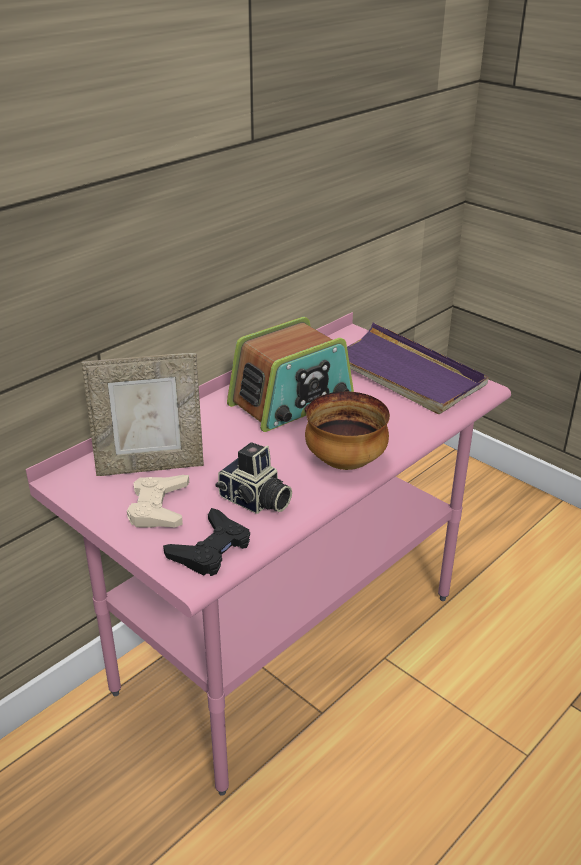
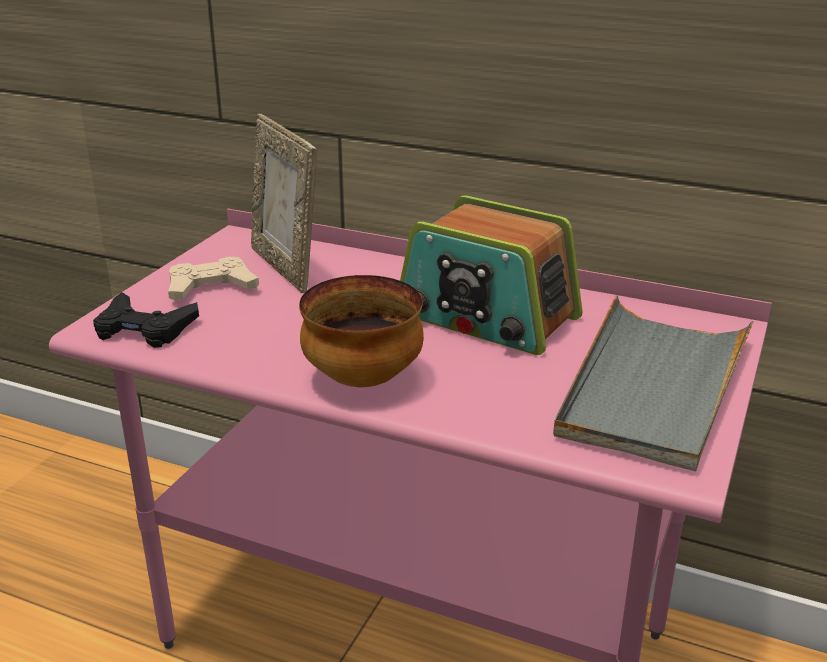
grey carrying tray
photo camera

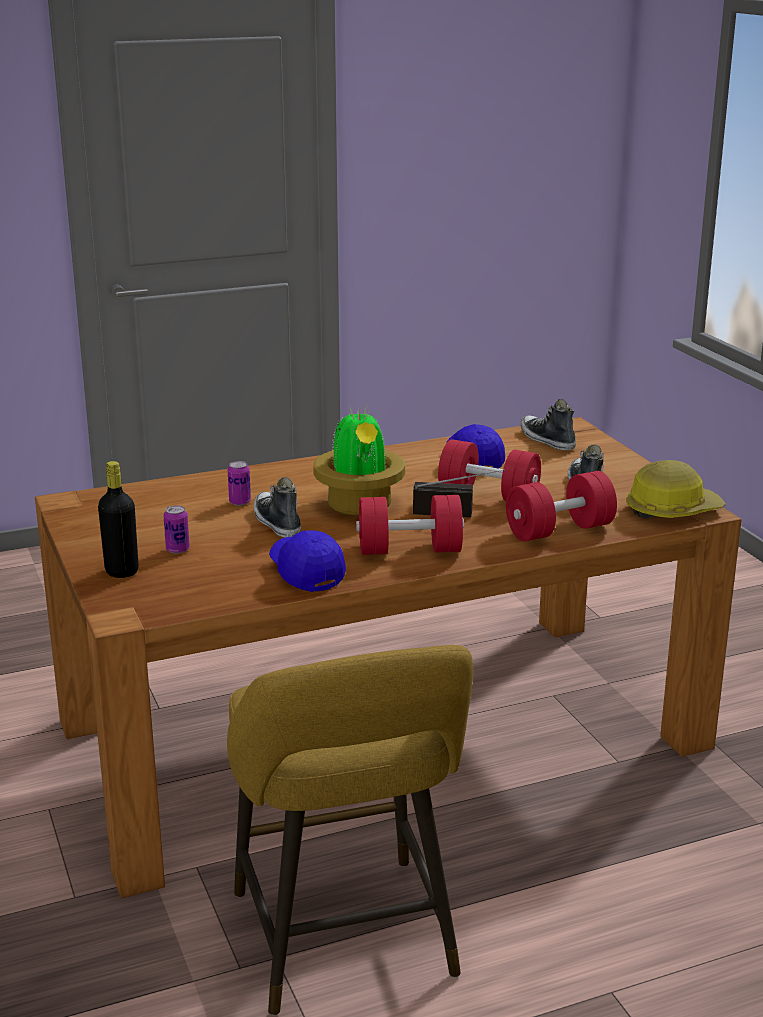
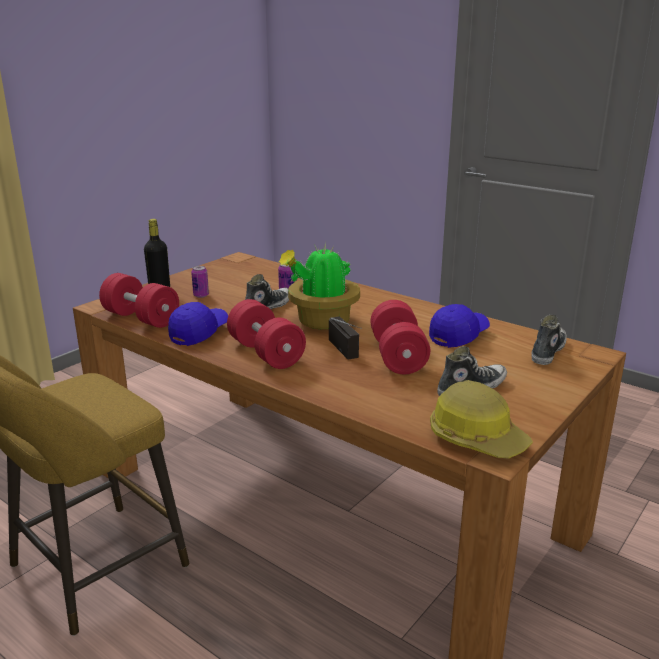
red dumbbell (1st from left)

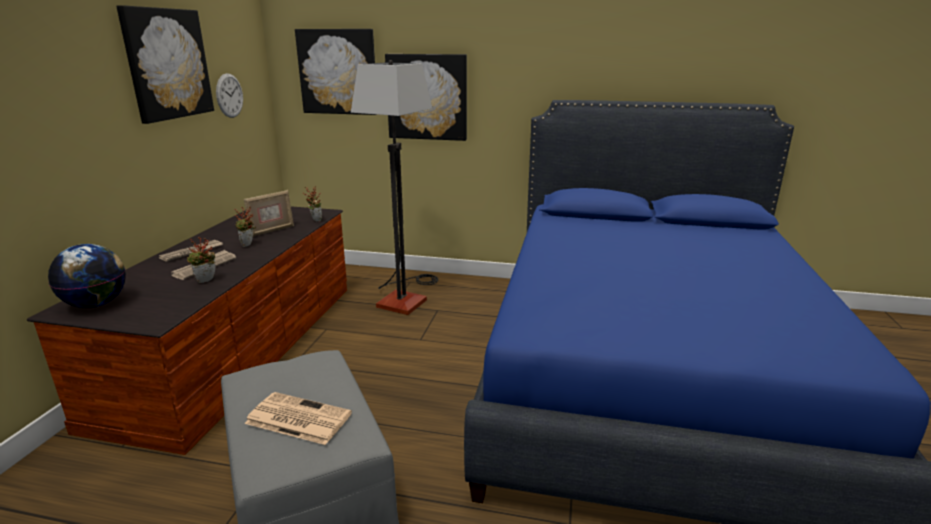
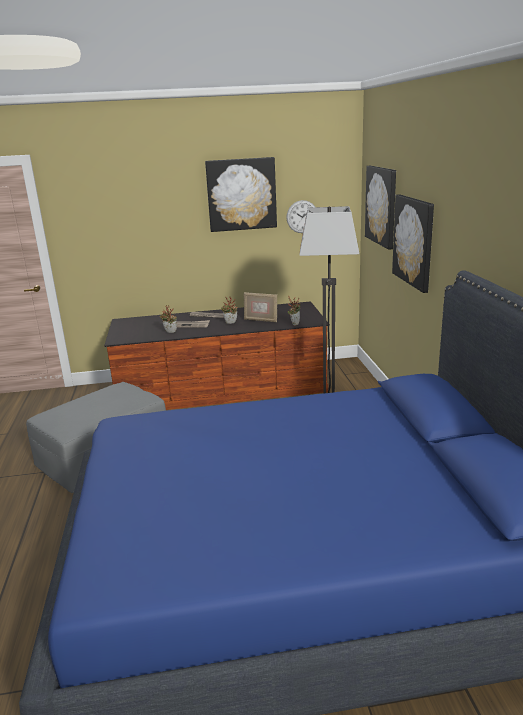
world globe
printed paper (3rd from left in the first image)

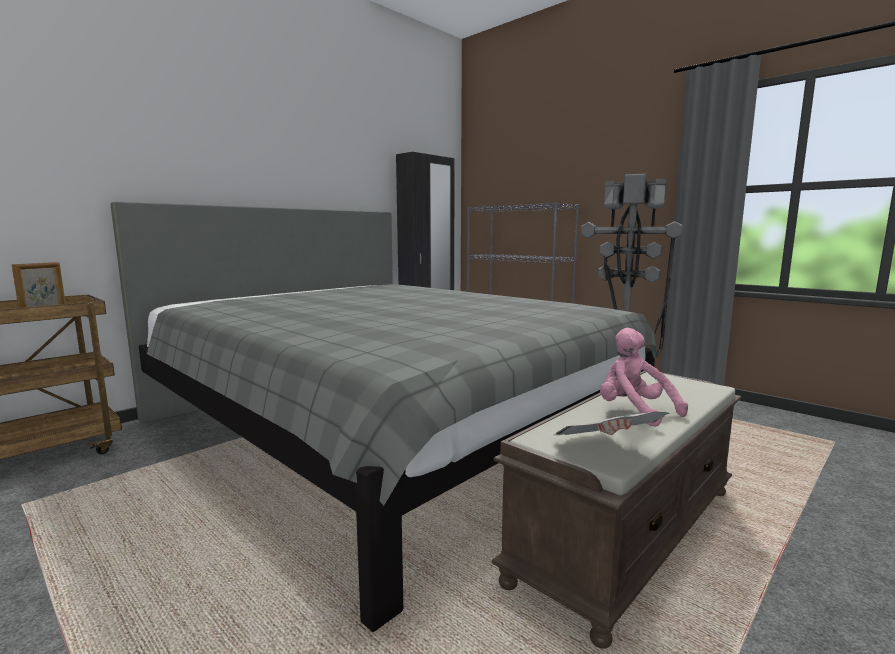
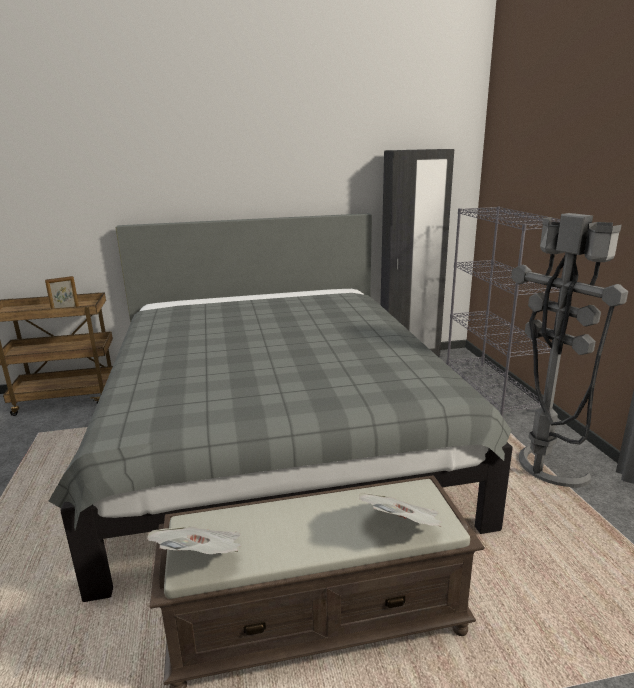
printed paper (2nd from left)
pinkish cuddly toy

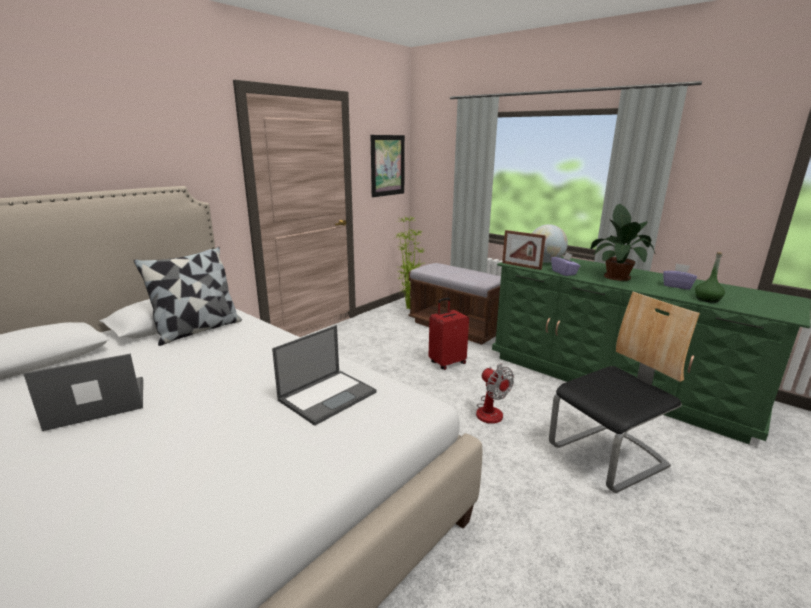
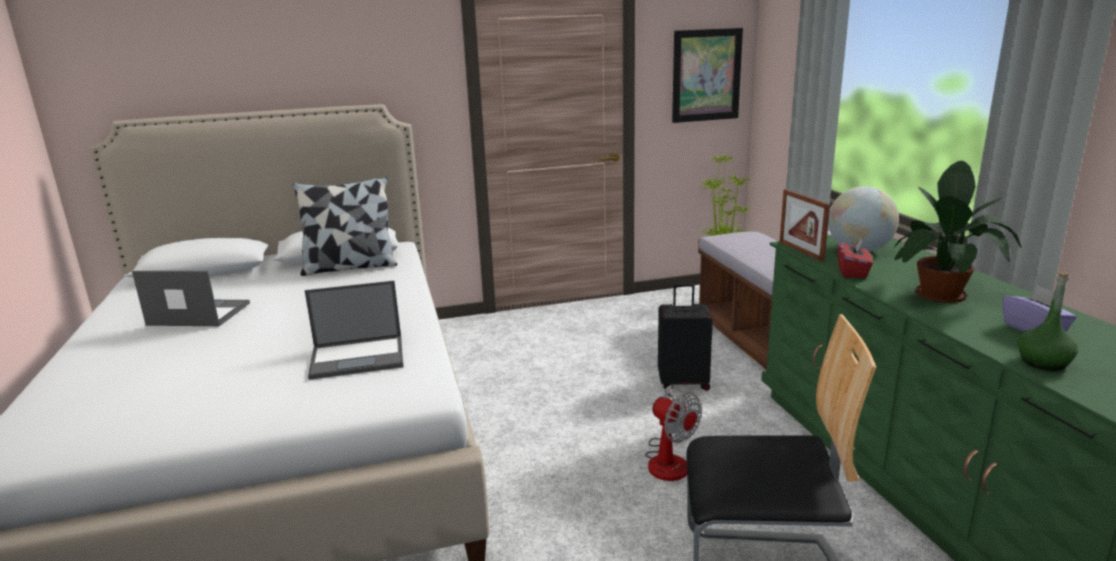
cooling fan
black-coloured suitcase
red box of tissues

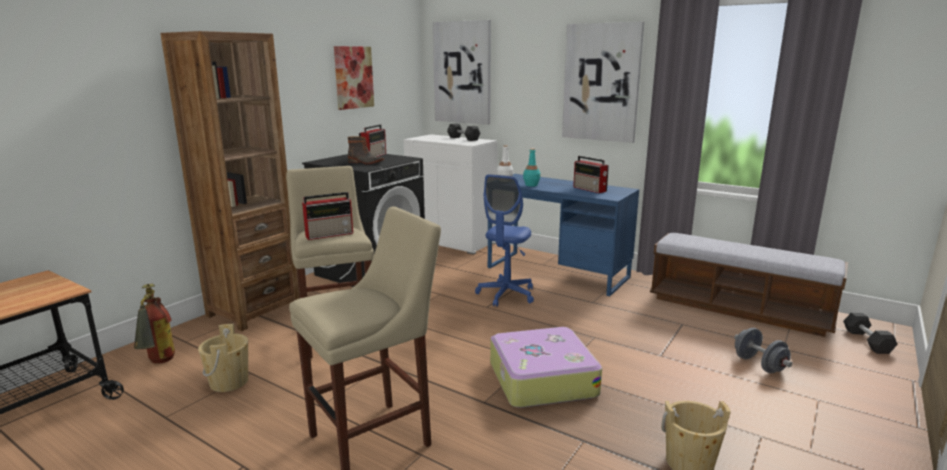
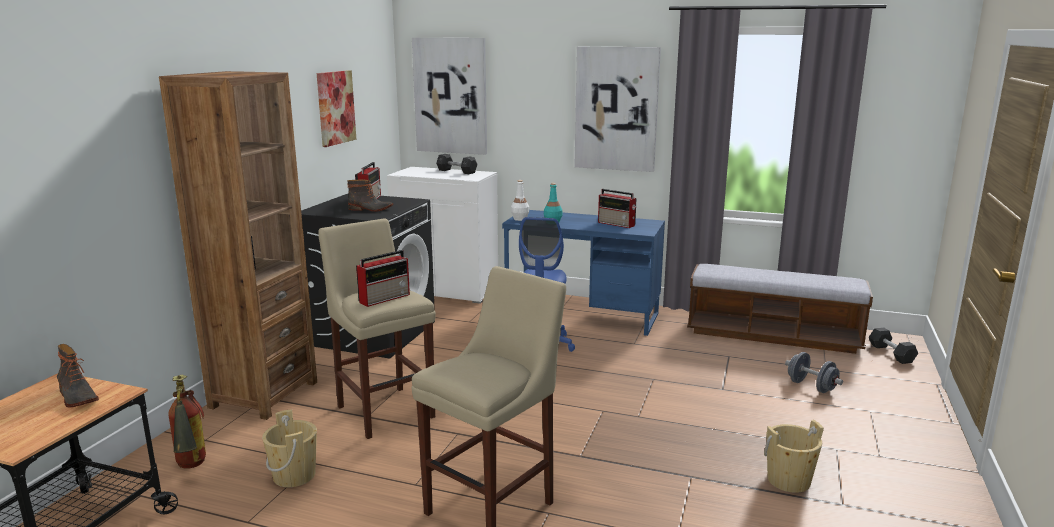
boot (1st from left)
suitcase

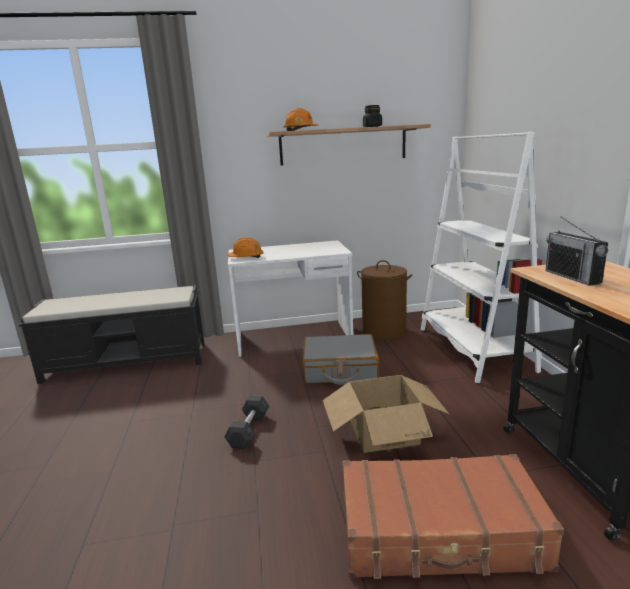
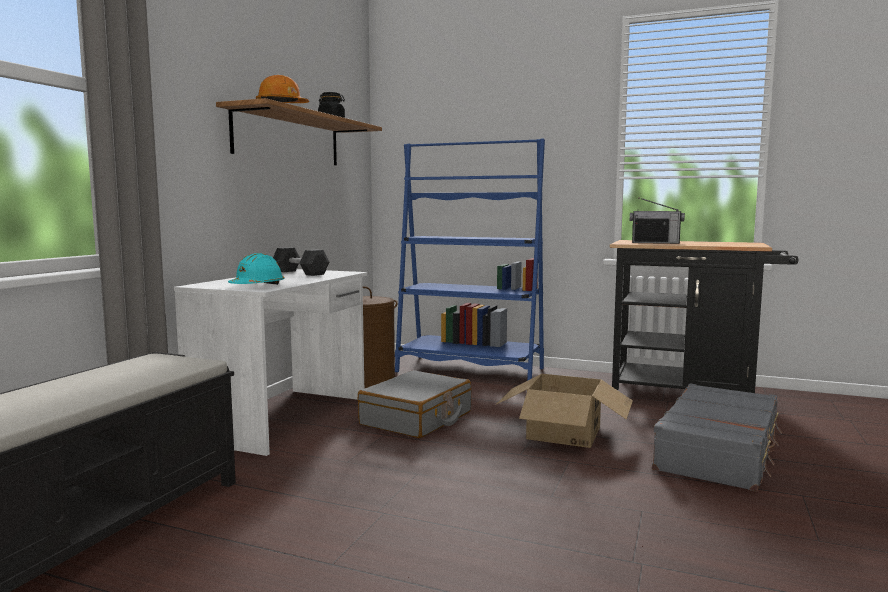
turquoise-coloured work helmet
grey dumbbell
blue-coloured shelving unit
grey suitcase (2nd from left)

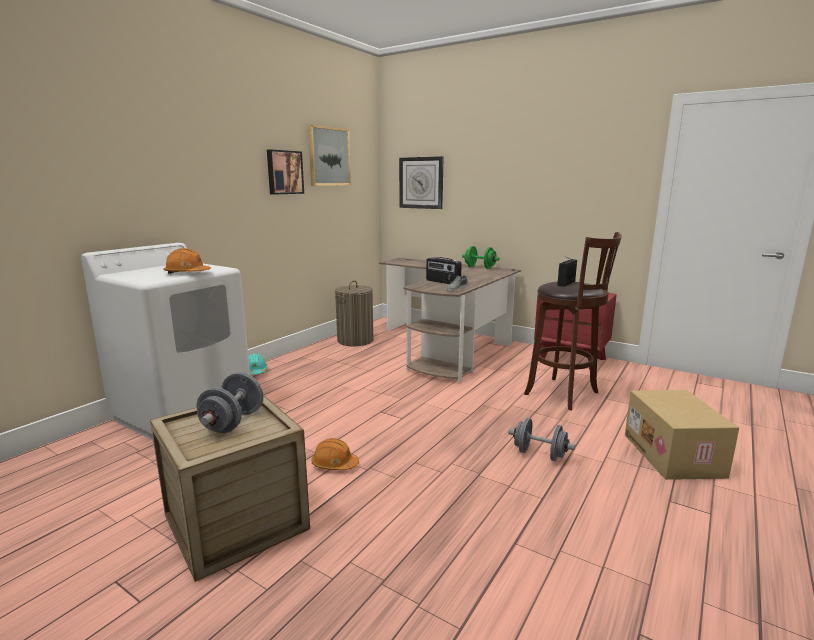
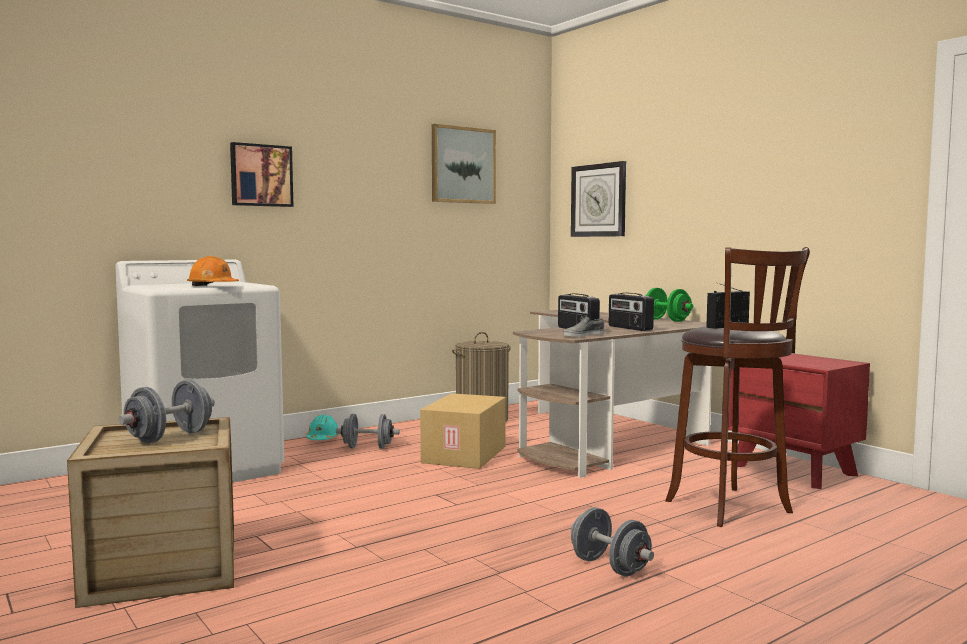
picture (1st from left)
grey dumbbell (2nd from left)
carton
radio (2nd from left)
orange-coloured work helmet (2nd from left in the first image)

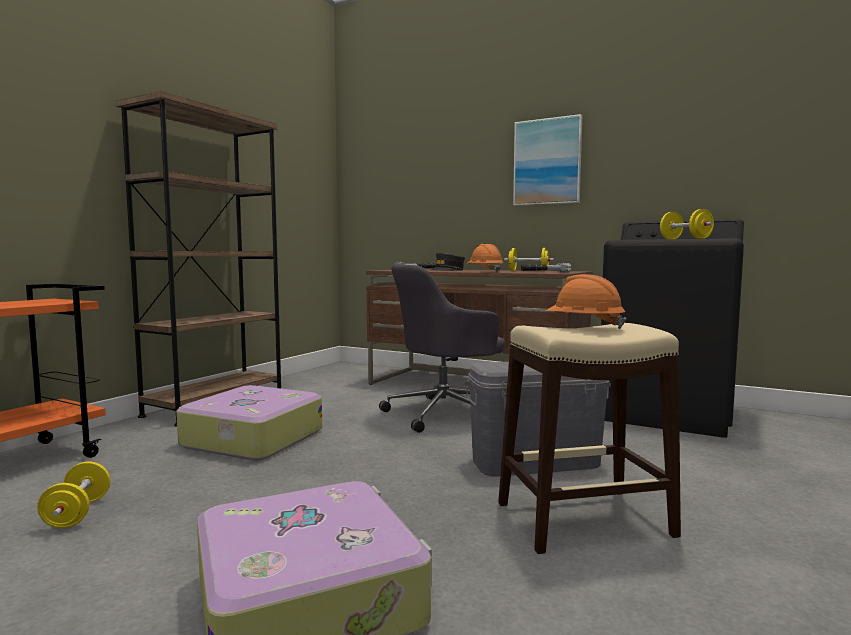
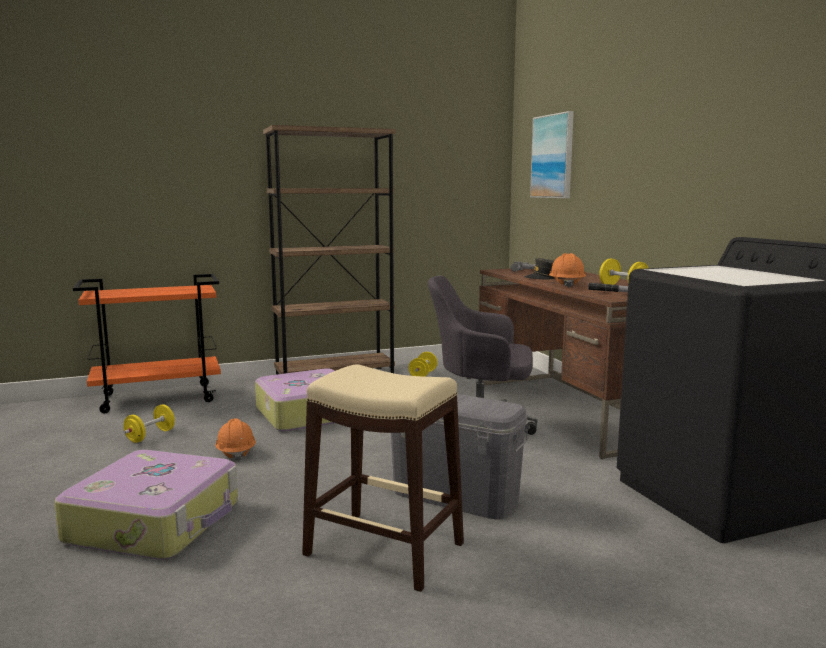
orange-coloured work helmet (1st from left)
yellow dumbbell (2nd from left)
picture

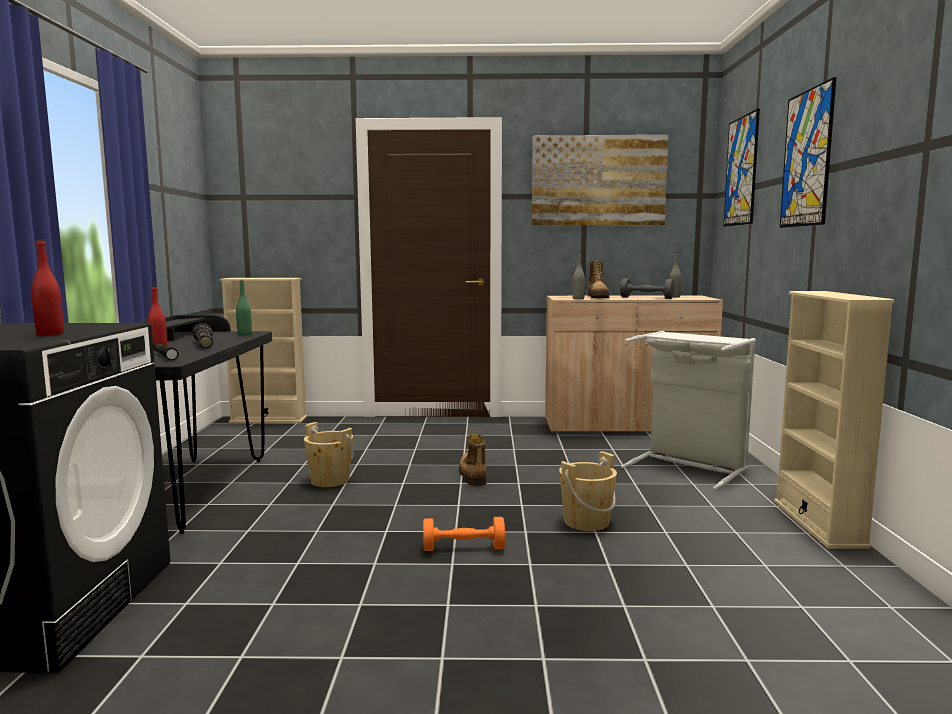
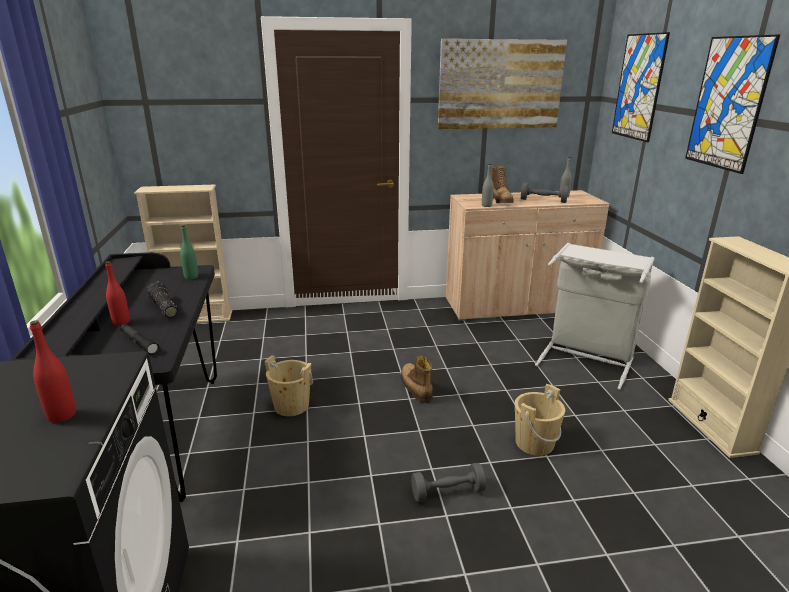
grey dumbbell (1st from left)

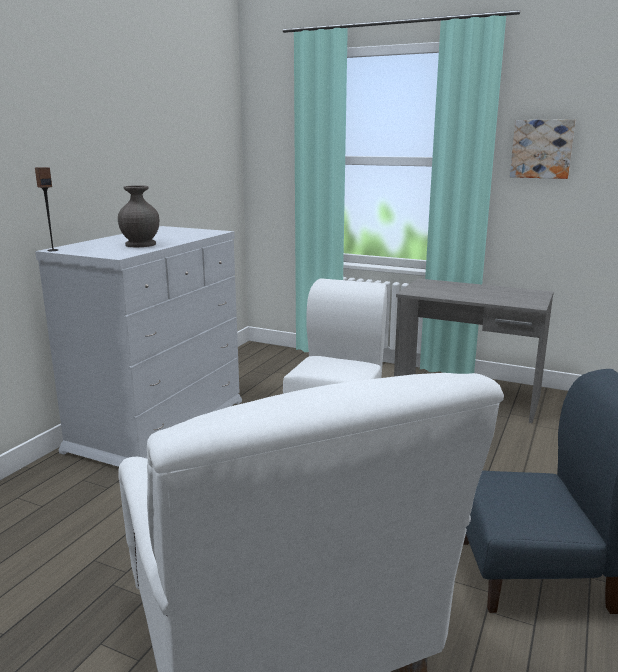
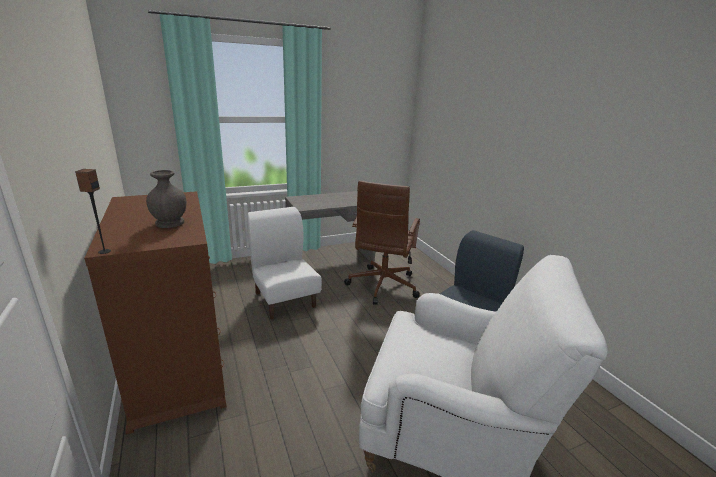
brown chest of drawers
brown desk chair
picture

